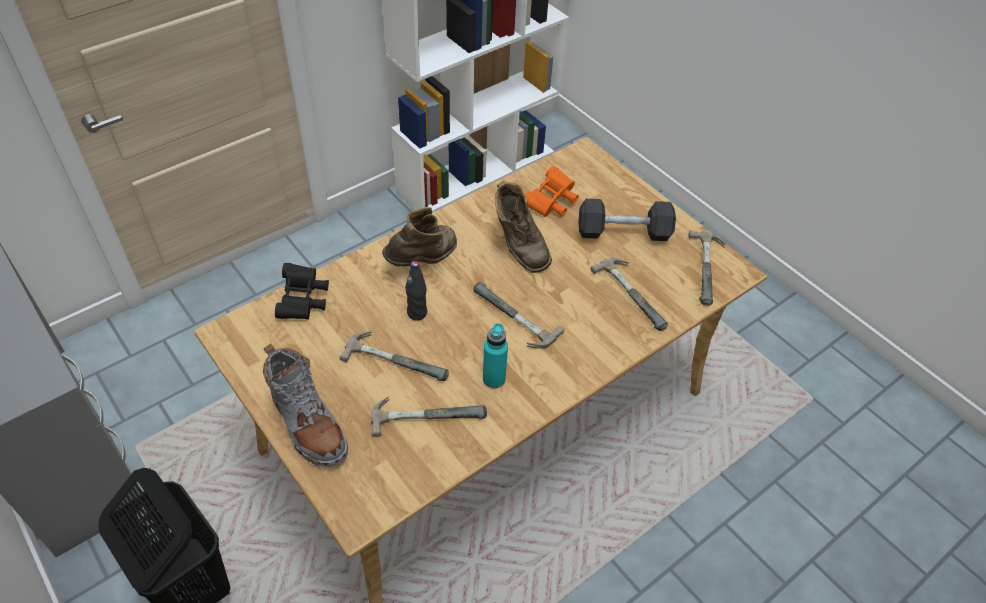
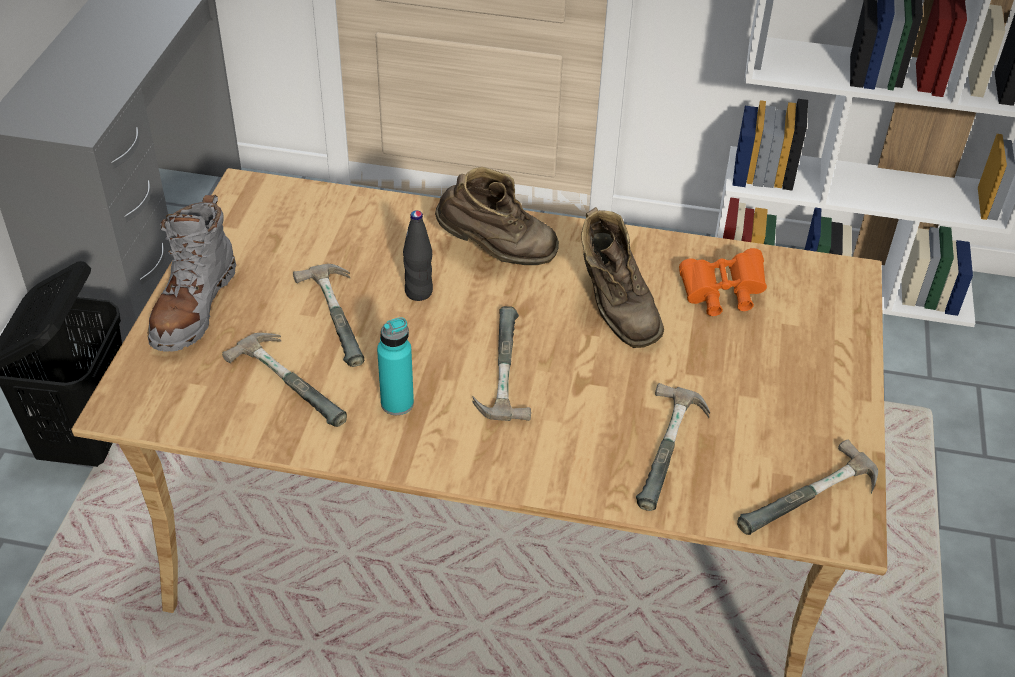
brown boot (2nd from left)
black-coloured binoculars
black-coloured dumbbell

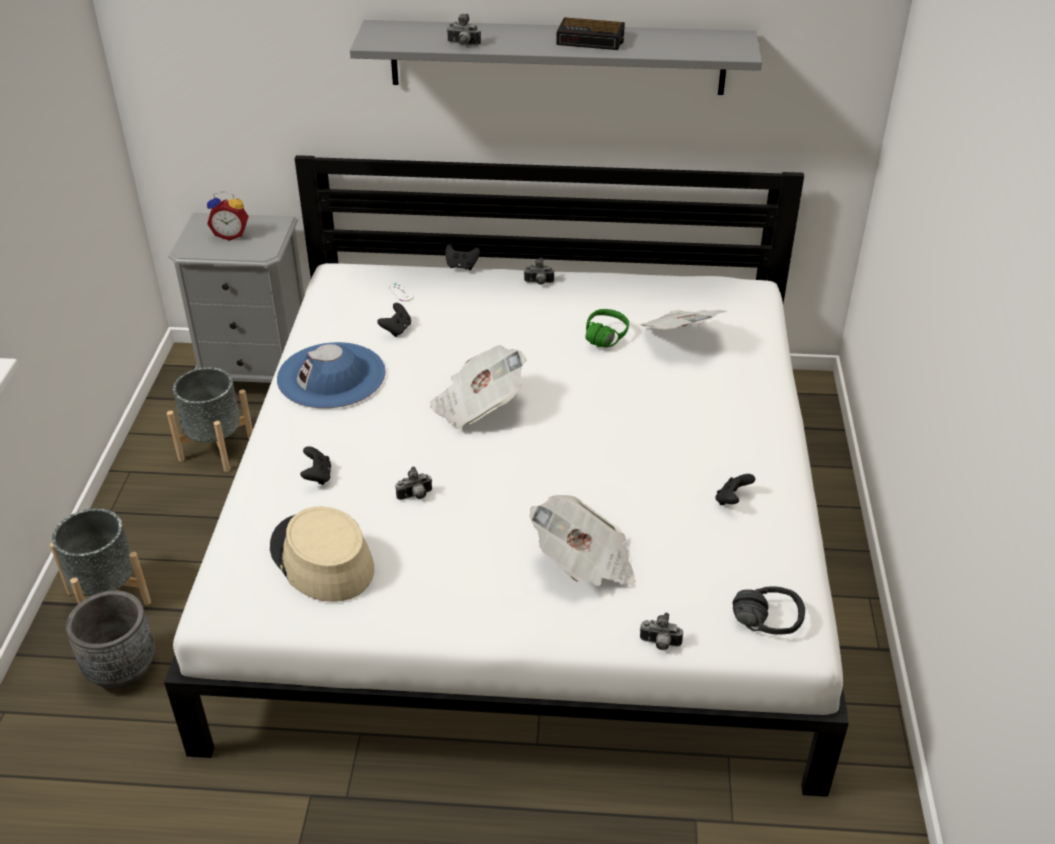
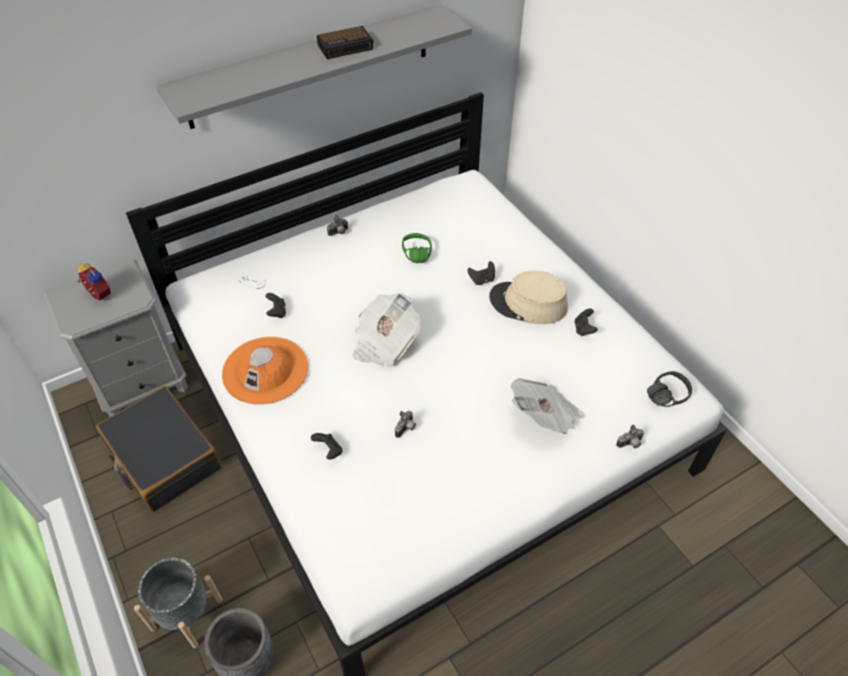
alarm clock (1st from left)
black-coloured suitcase
orange-coloured hat
black-coloured gamepad (3rd from left)
beige-coloured hat
photo camera (2nd from left in the first image)
printed paper (3rd from left in the first image)

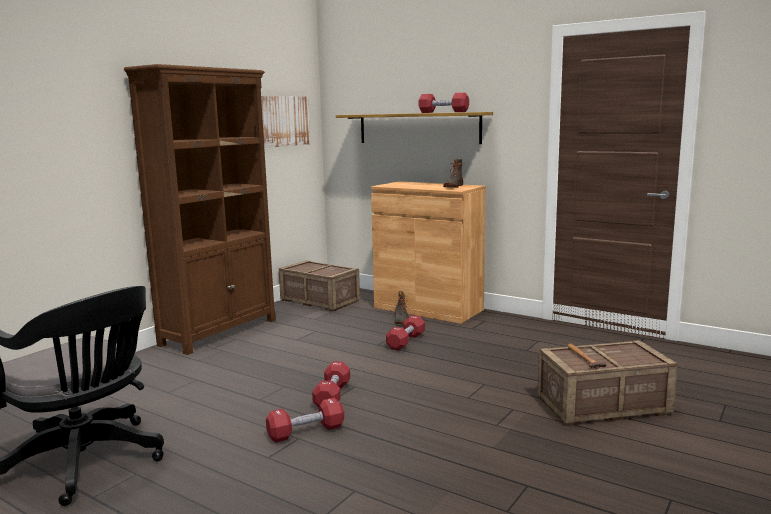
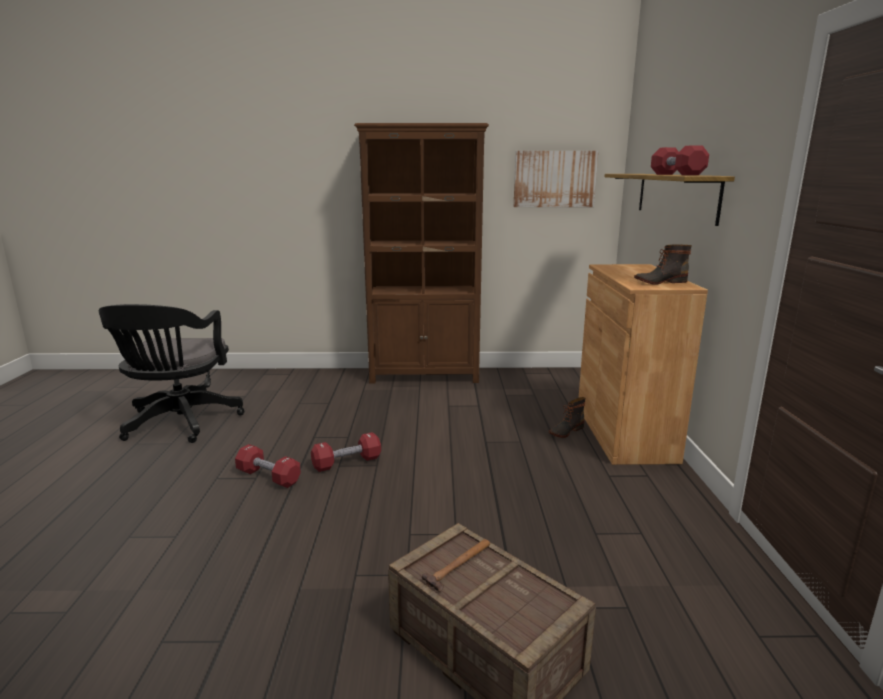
shipping crate (1st from left in the first image)
red dumbbell (3rd from left in the first image)

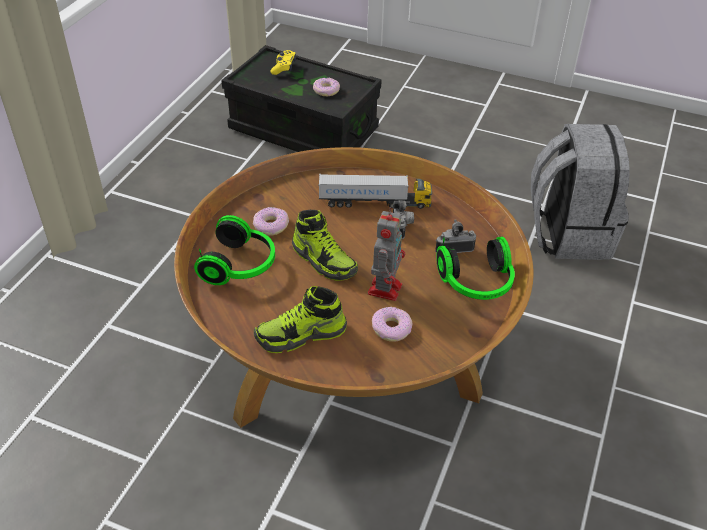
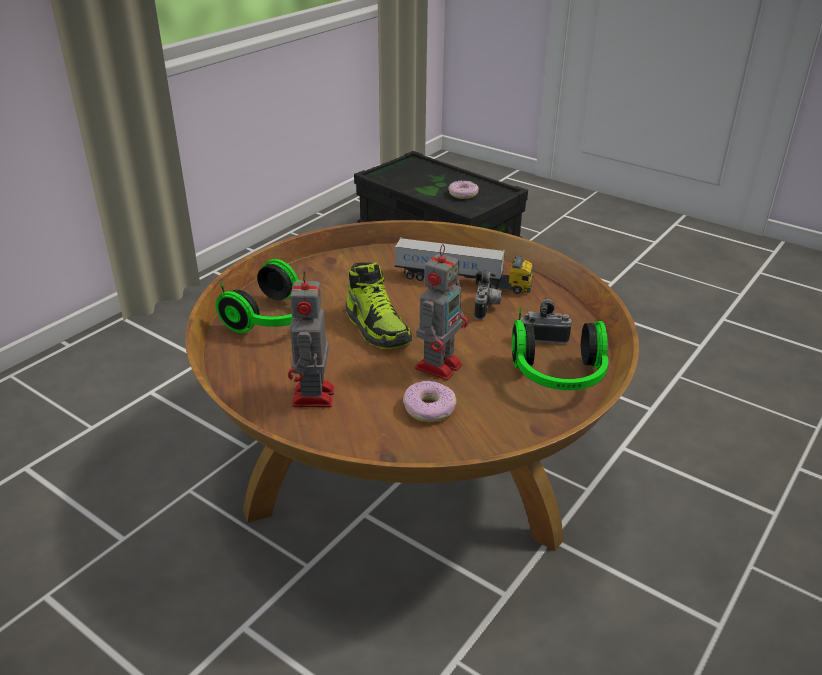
robot figure (1st from left)
ring doughnut (1st from left in the first image)
yellow gamepad
grey rucksack

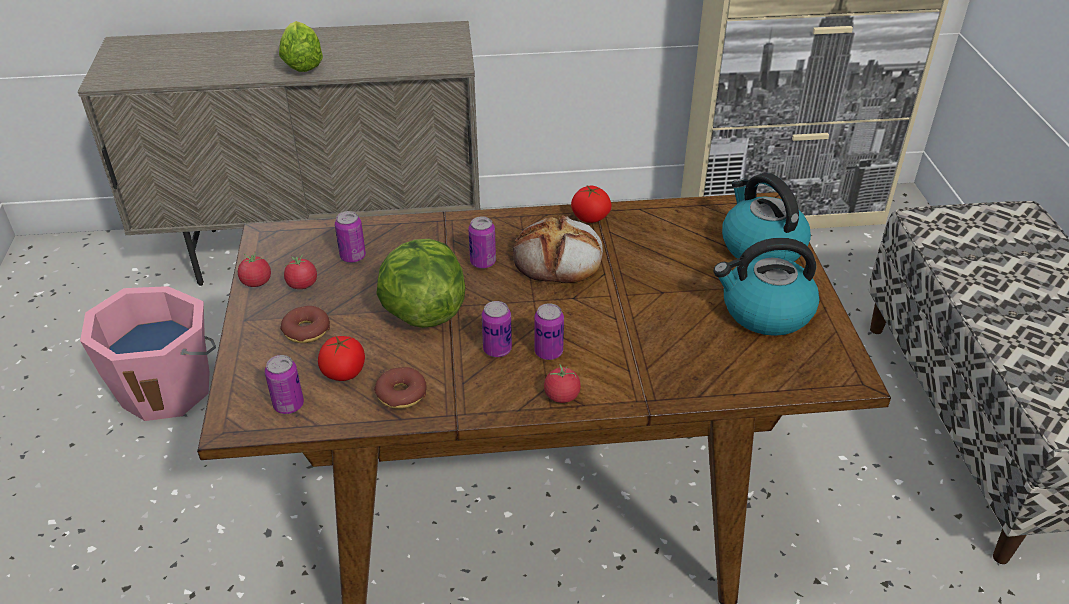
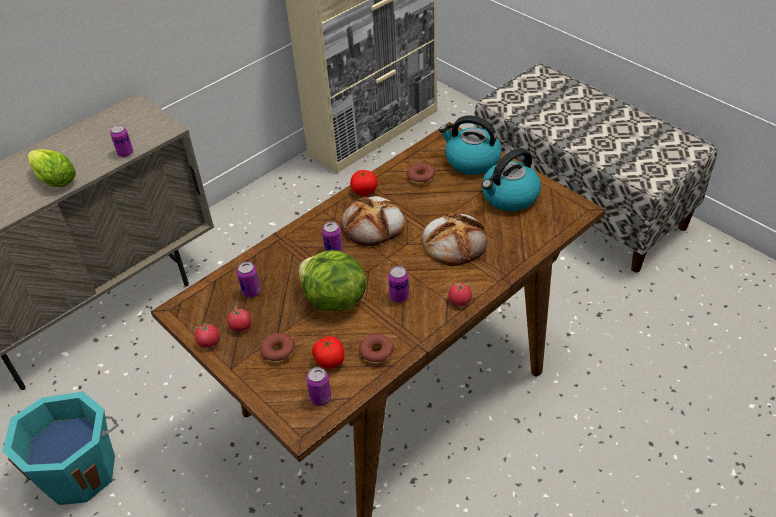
turquoise-coloured water bucket
sealed can (1st from left)
ring doughnut (3rd from left)
bread (2nd from left)

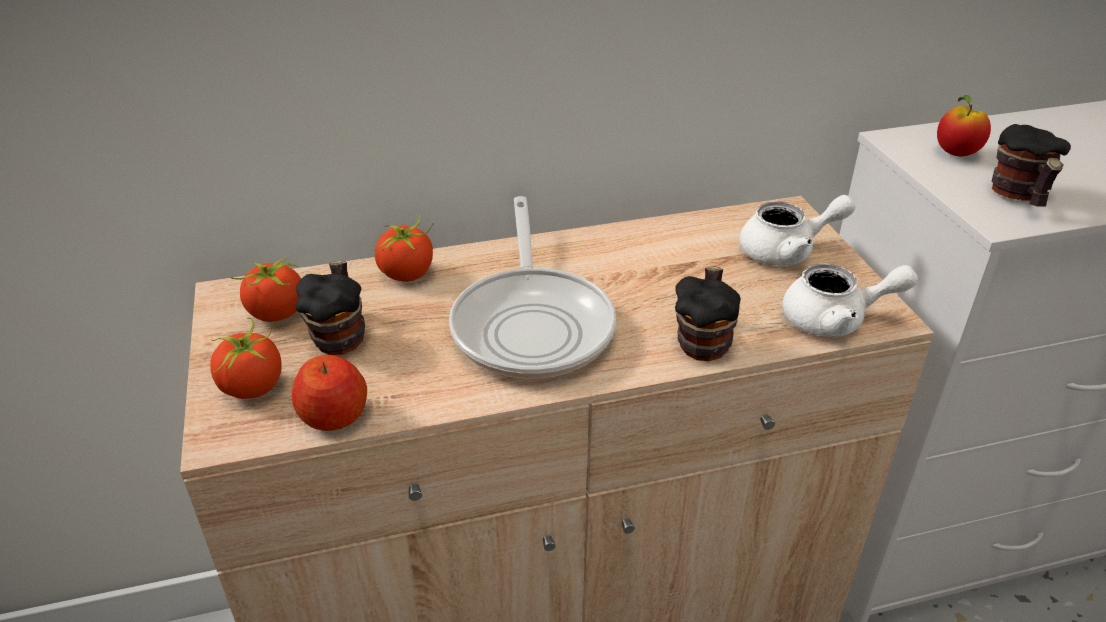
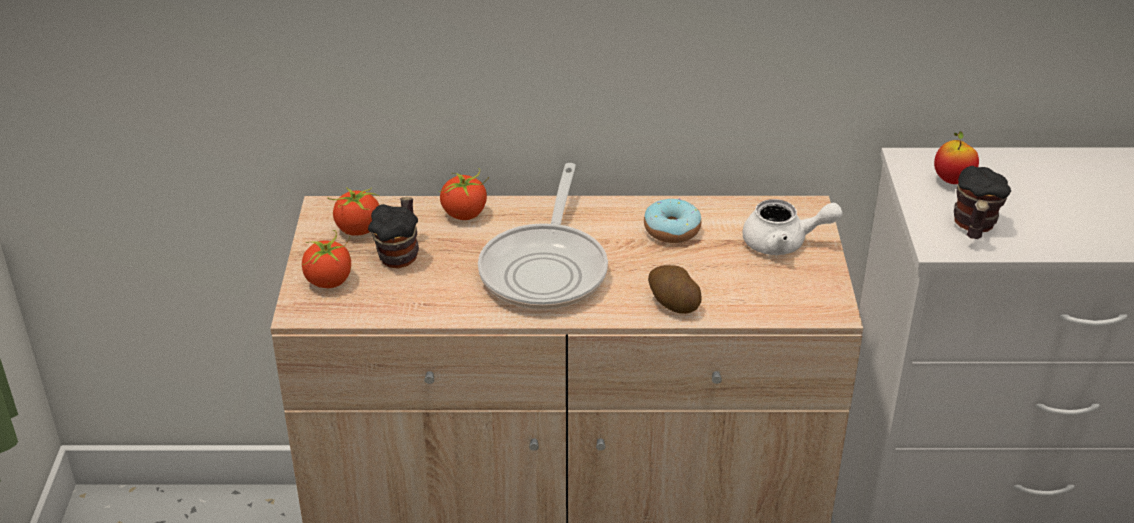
ring doughnut
spud
apple (1st from left in the first image)
white-coloured tea pot (2nd from left in the first image)

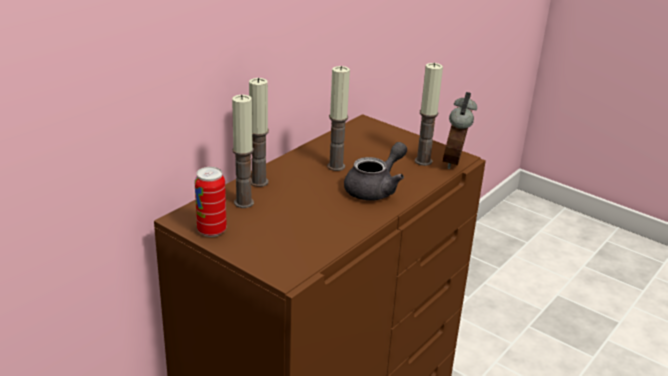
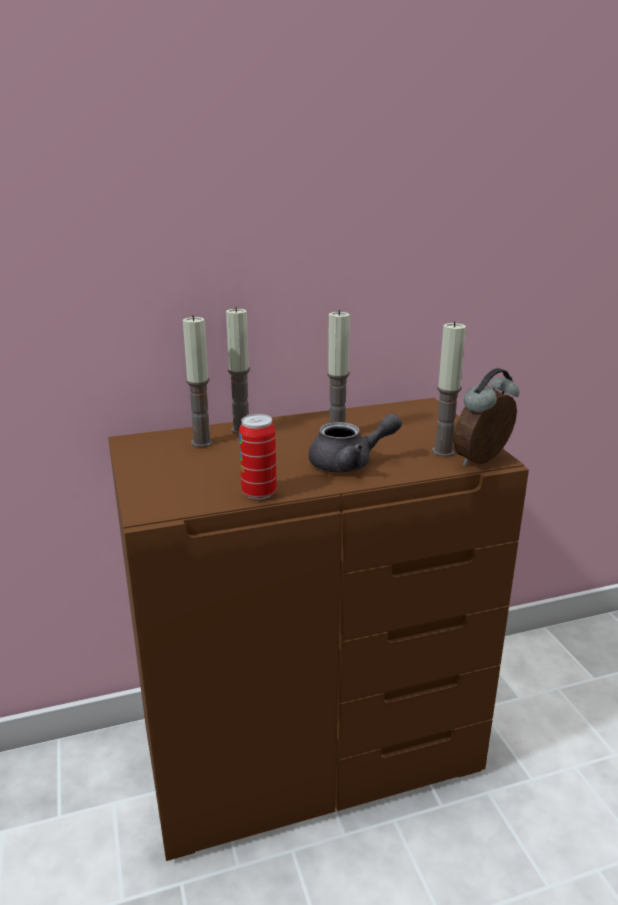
sealed can

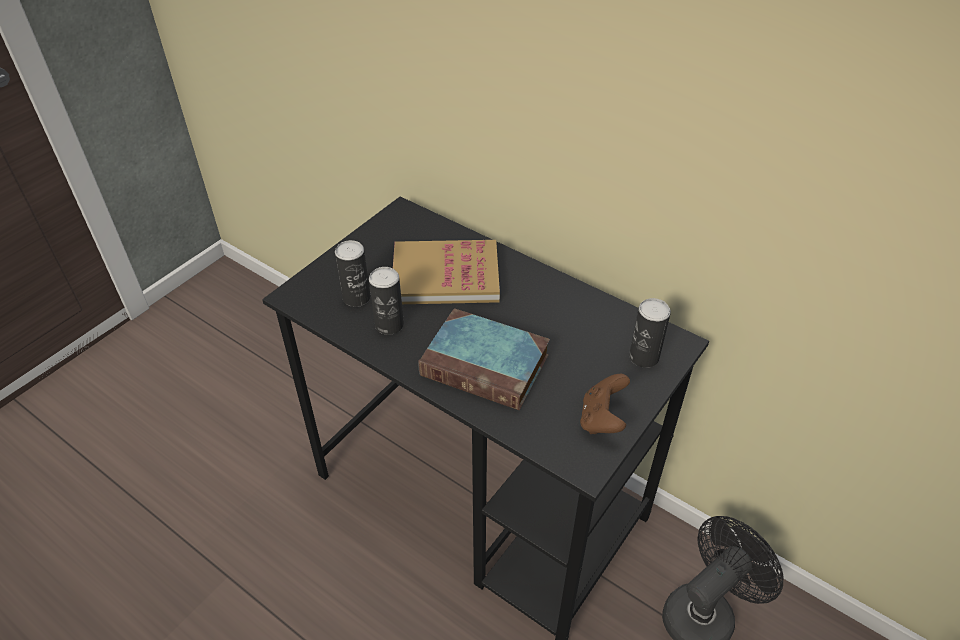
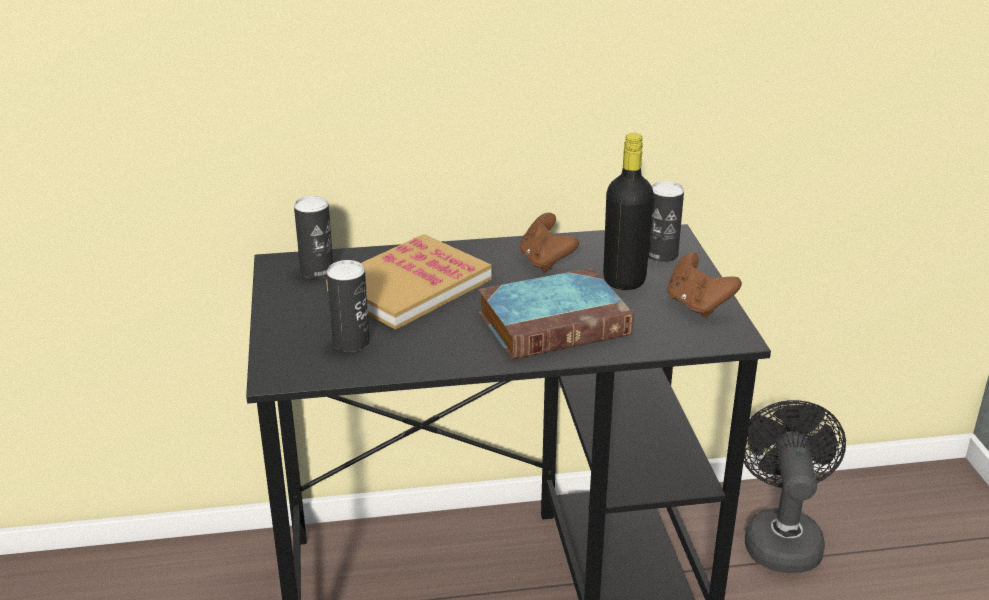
sealed can (1st from left)
brown gamepad (1st from left)
black-coloured beverage bottle

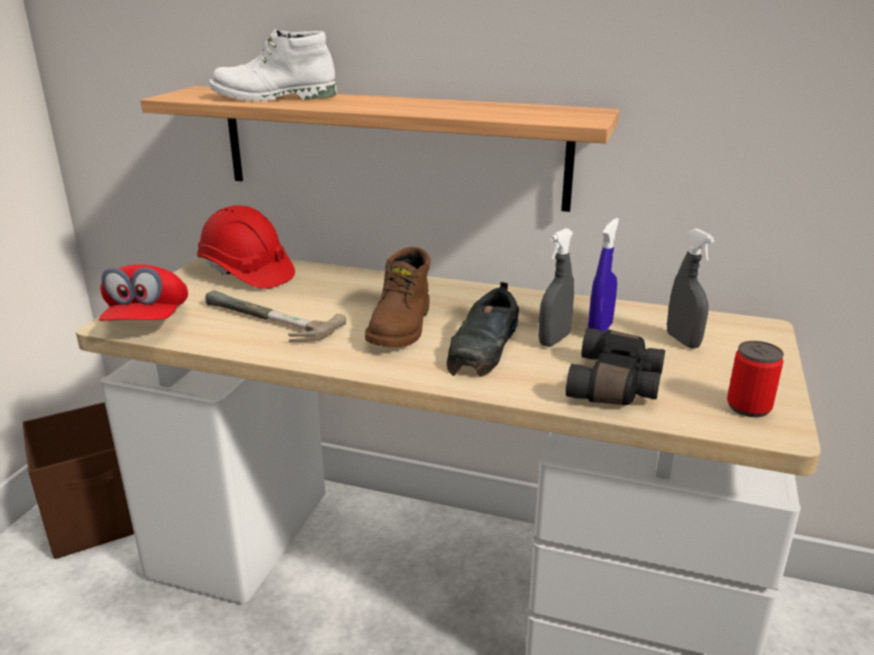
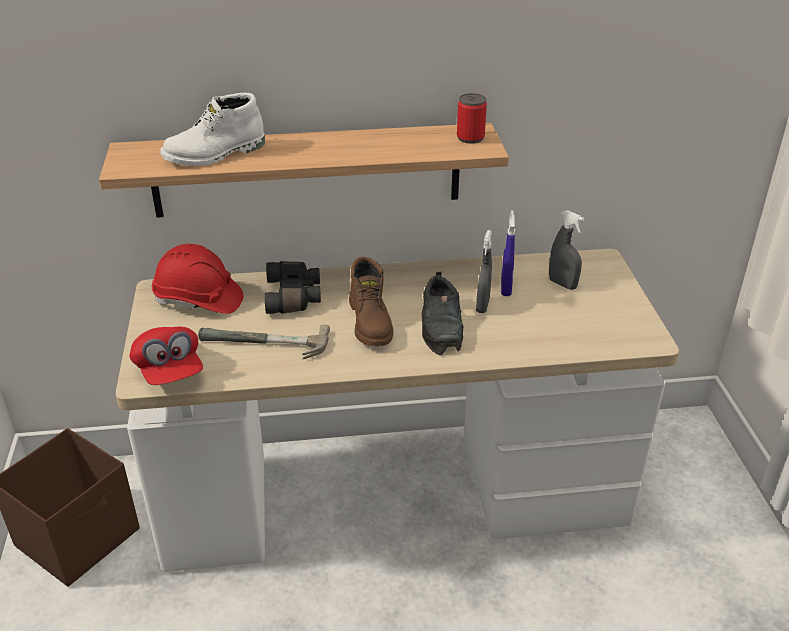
black-coloured binoculars
sealed can

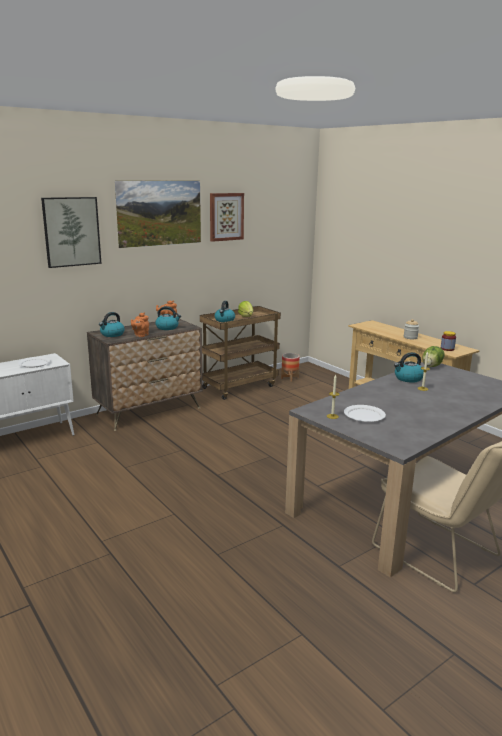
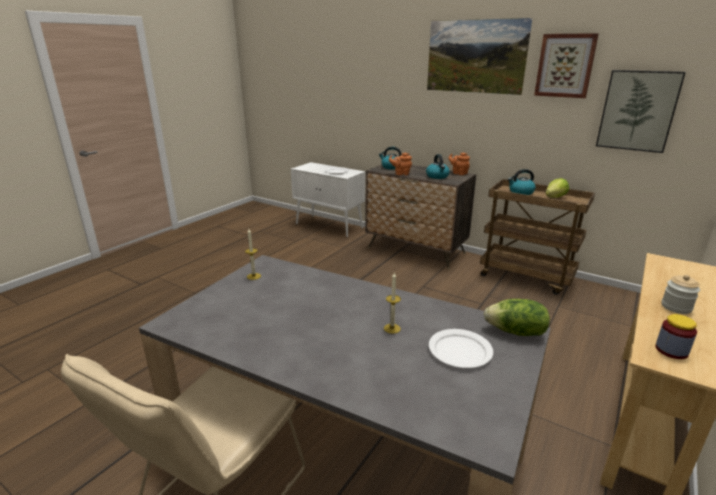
white-coloured plate (2nd from left)
picture (3rd from left)
flower pot
tea kettle (4th from left in the first image)

